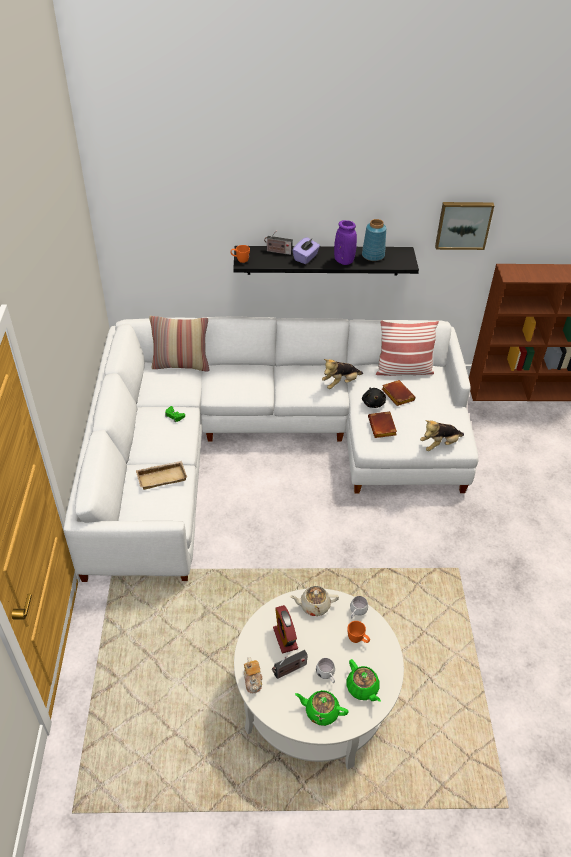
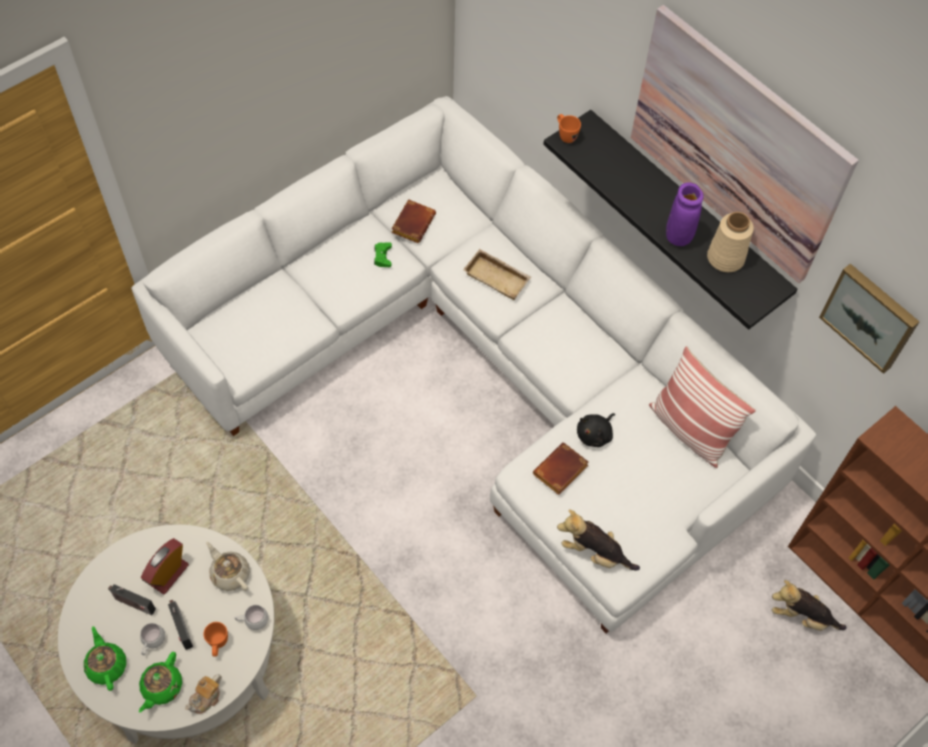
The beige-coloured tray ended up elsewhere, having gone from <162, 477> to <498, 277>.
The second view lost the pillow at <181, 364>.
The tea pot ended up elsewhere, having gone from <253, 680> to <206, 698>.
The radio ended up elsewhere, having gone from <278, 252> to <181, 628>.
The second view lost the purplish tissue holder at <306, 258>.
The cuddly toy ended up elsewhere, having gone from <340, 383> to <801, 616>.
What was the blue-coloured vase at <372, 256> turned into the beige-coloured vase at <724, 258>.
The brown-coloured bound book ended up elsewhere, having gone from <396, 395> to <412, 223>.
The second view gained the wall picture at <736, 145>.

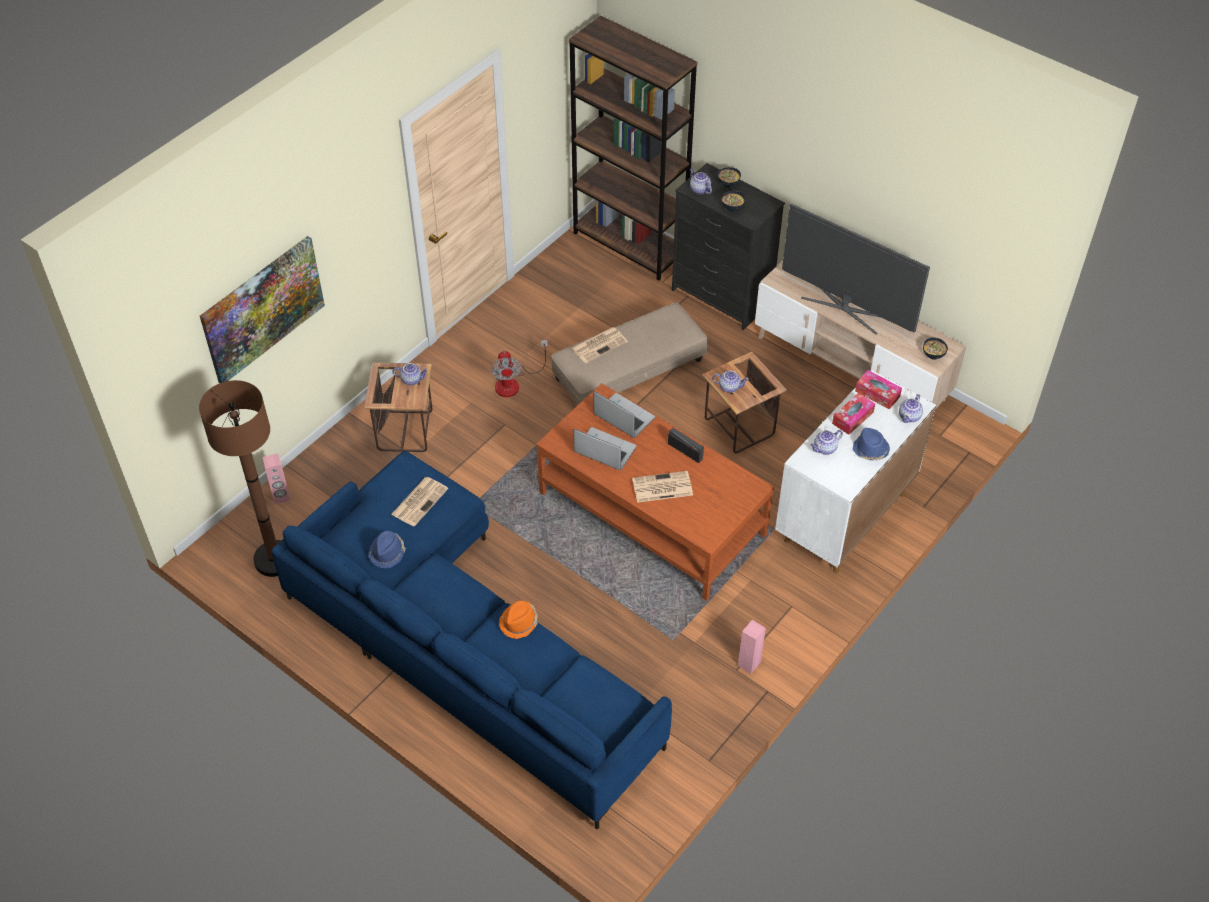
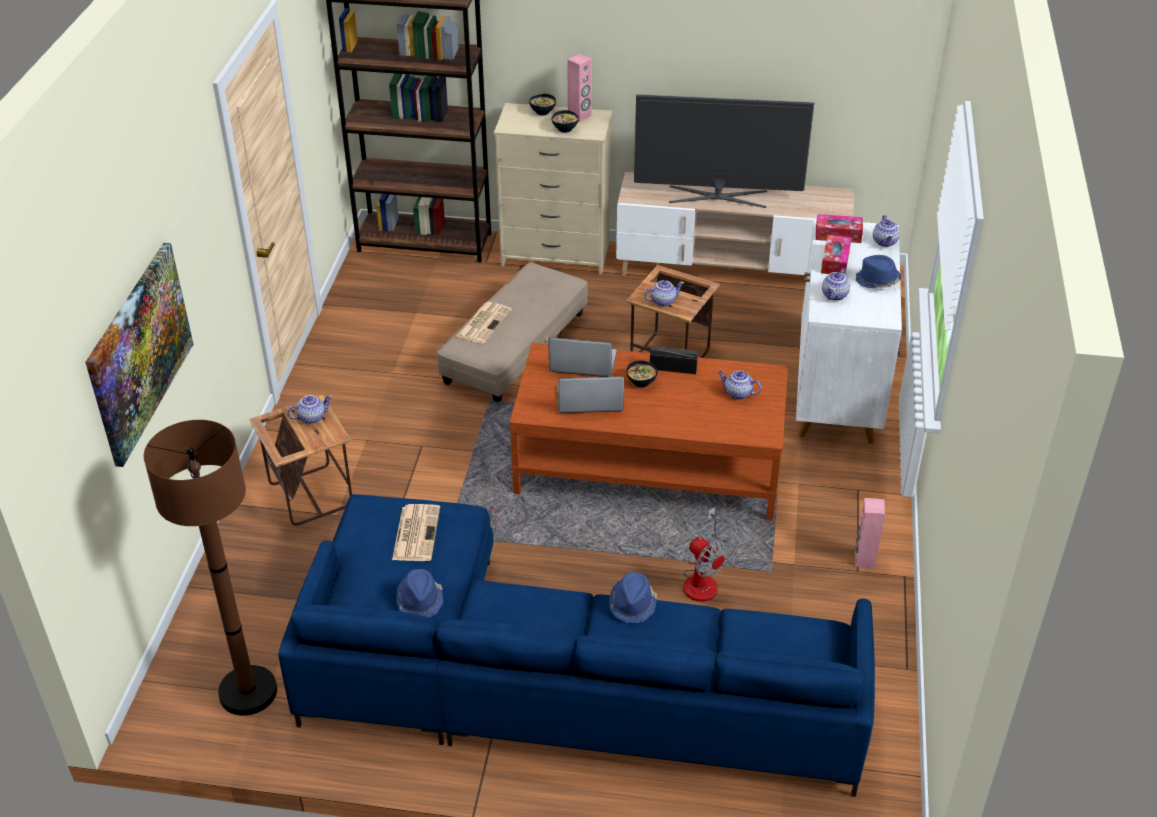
The pink-coloured loudspeaker ended up elsewhere, having gone from <281, 497> to <579, 116>.
The cooling fan ended up elsewhere, having gone from <514, 382> to <702, 579>.
What was the orangey hat at <519, 622> turned into the blue-coloured hat at <633, 603>.
The second view lost the newspaper at <661, 487>.
What was the black-coloured drawer chest at <721, 296> turned into the beige-coloured drawer chest at <555, 254>.
The tea pot ended up elsewhere, having gone from <699, 189> to <737, 393>.
The bowl ended up elsewhere, having gone from <933, 354> to <641, 382>.

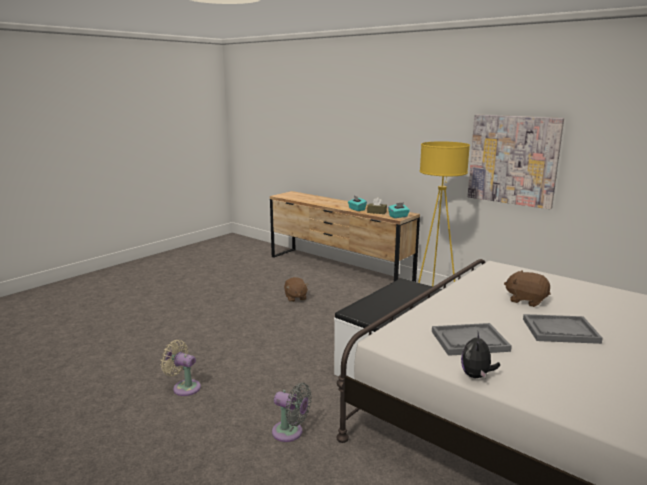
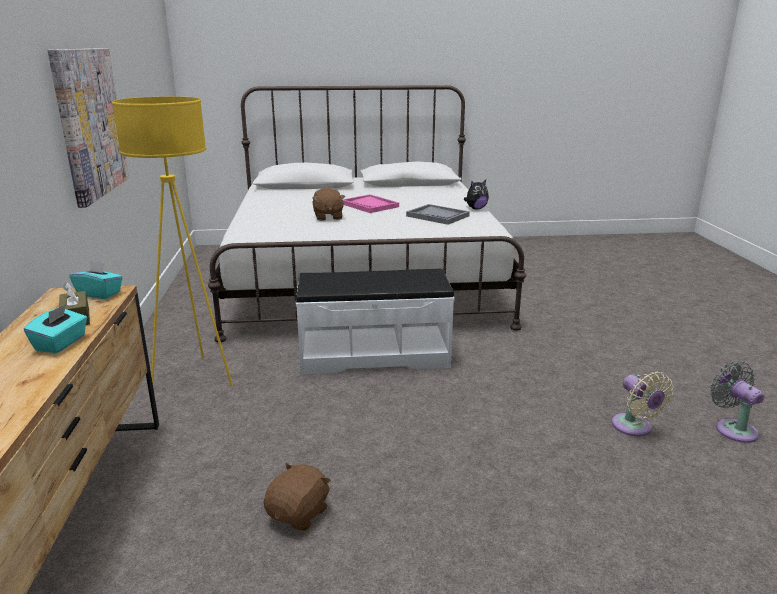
The gray cooling fan ended up elsewhere, having gone from <290, 433> to <733, 429>.
What was the gray tray at <560, 331> turned into the pink-coloured tray at <370, 205>.

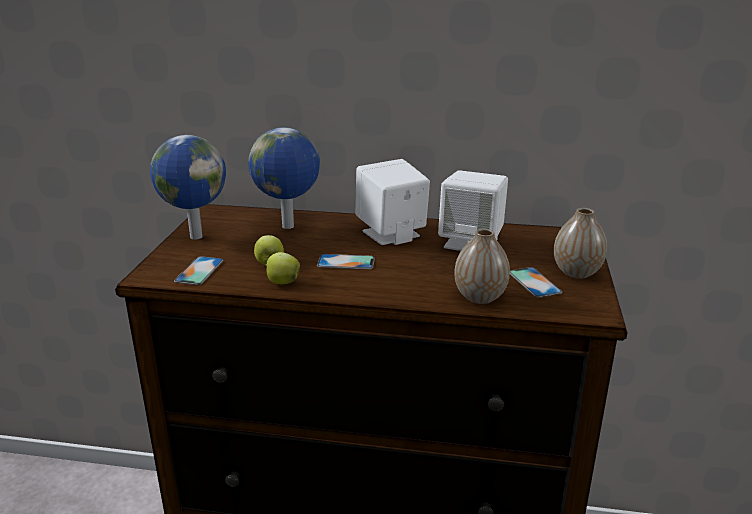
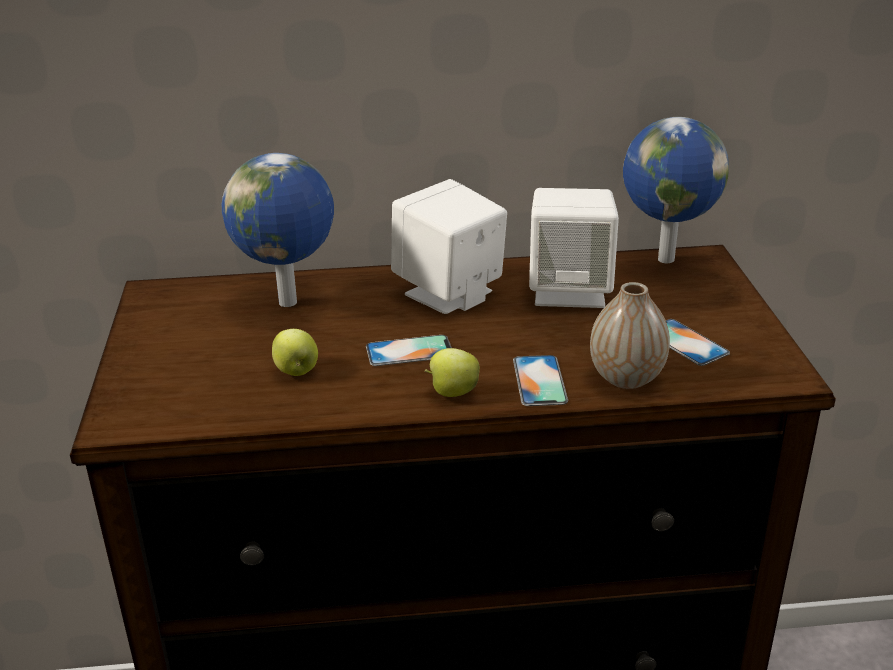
The globe ended up elsewhere, having gone from <195, 236> to <664, 259>.
The phone ended up elsewhere, having gone from <199, 271> to <539, 381>.
The apple fruit ended up elsewhere, having gone from <282, 282> to <452, 392>.
The second view lost the vase at <576, 272>.

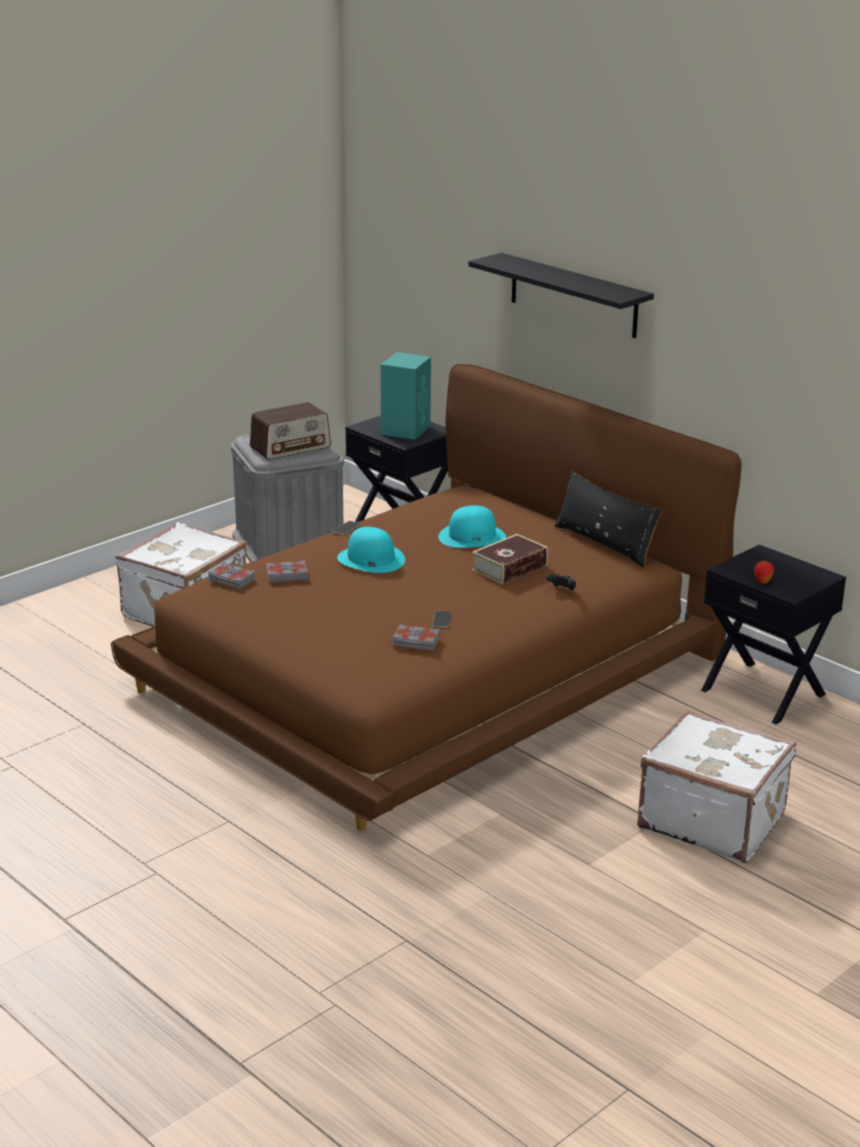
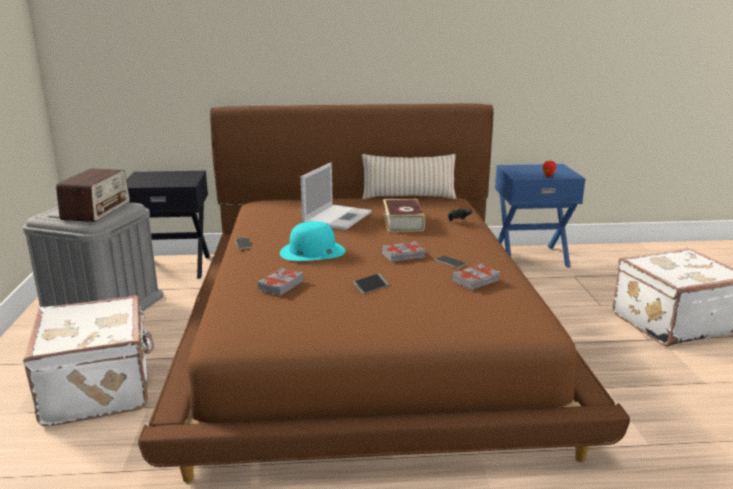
The gray bound book ended up elsewhere, having gone from <231, 580> to <403, 255>.
The second view lost the turquoise-coloured loudspeaker at <406, 429>.
Where the turquoise-coloured hat stood at <472, 536>, the notebook computer came to stand at <338, 217>.
The second view lost the black-coloured shelf at <573, 295>.
What was the black-coloured pillow at <604, 544> turned into the beige-coloured pillow at <408, 197>.
What was the black-coloured night table at <764, 691> turned into the blue-coloured night table at <530, 257>.
The second view gained the phone at <371, 287>.

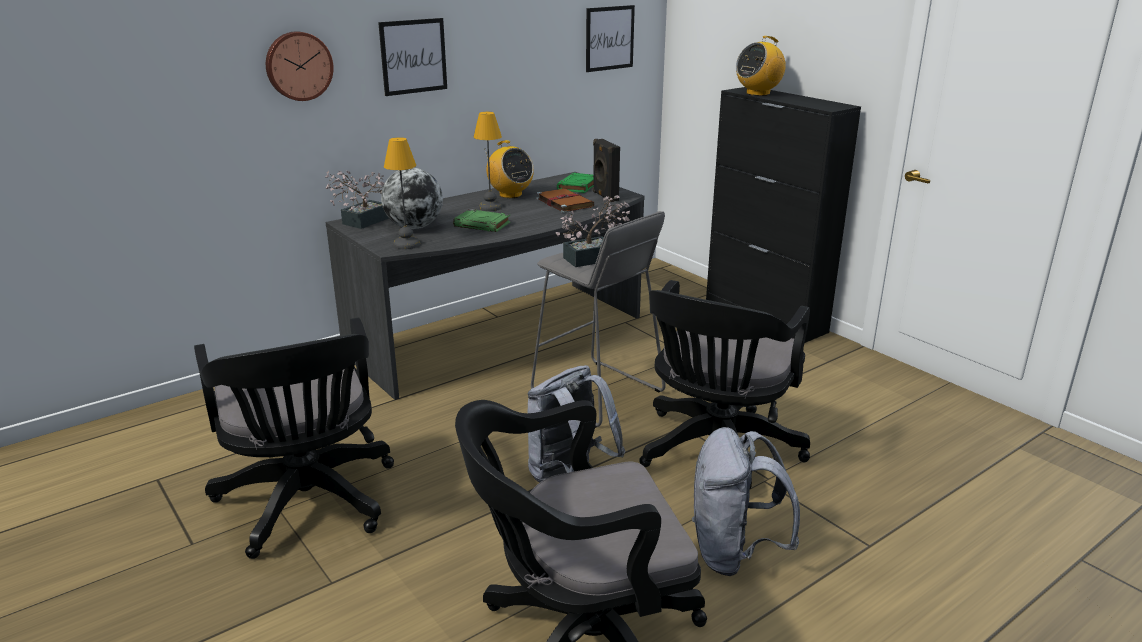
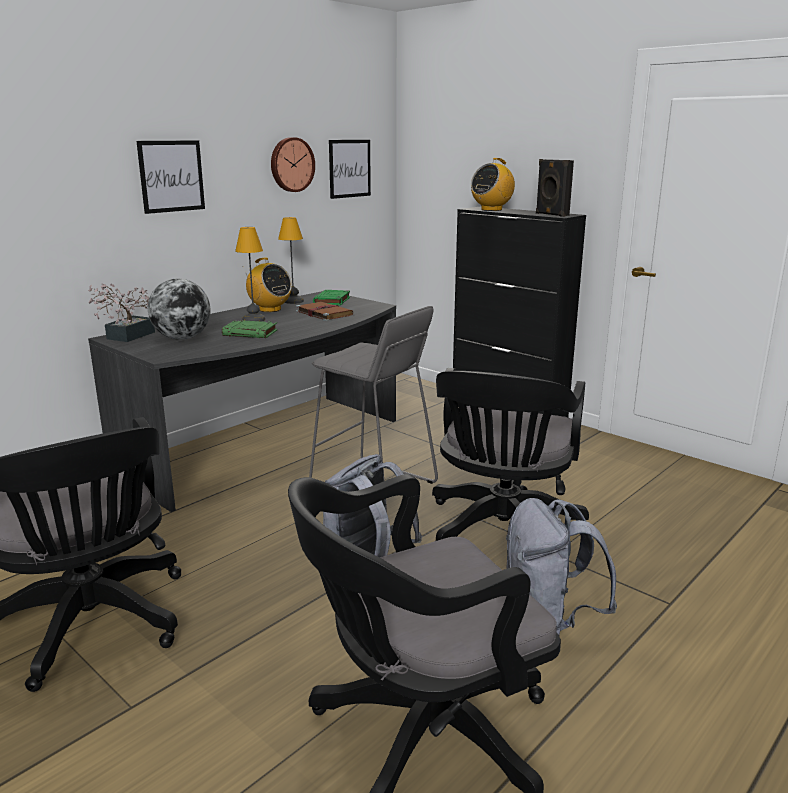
The wall clock ended up elsewhere, having gone from <298, 66> to <291, 164>.
The tabletop lamp ended up elsewhere, having gone from <406, 244> to <293, 301>.
The second view lost the potted plant at <594, 258>.
The black-coloured loudspeaker ended up elsewhere, having gone from <604, 196> to <551, 214>.

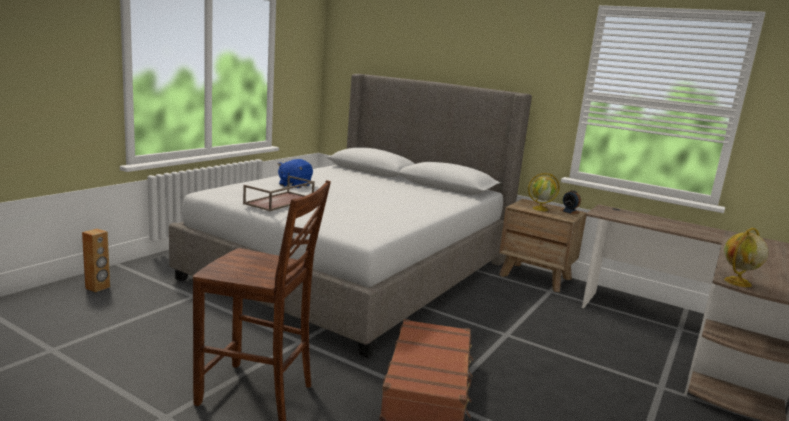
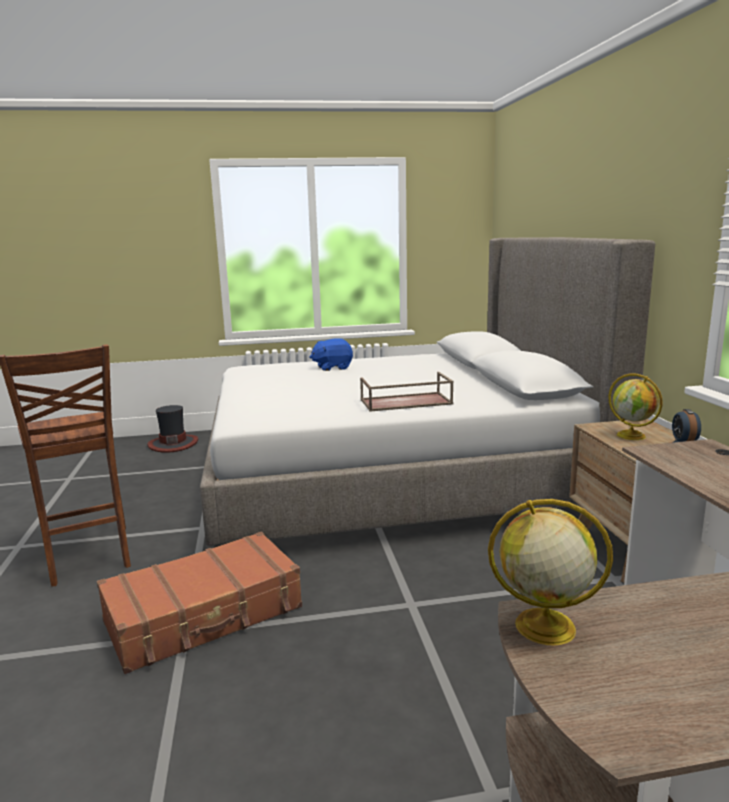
Where the brown-coloured loudspeaker stood at <98, 288>, the hat came to stand at <173, 444>.
The brown-coloured tray ended up elsewhere, having gone from <279, 201> to <405, 402>.

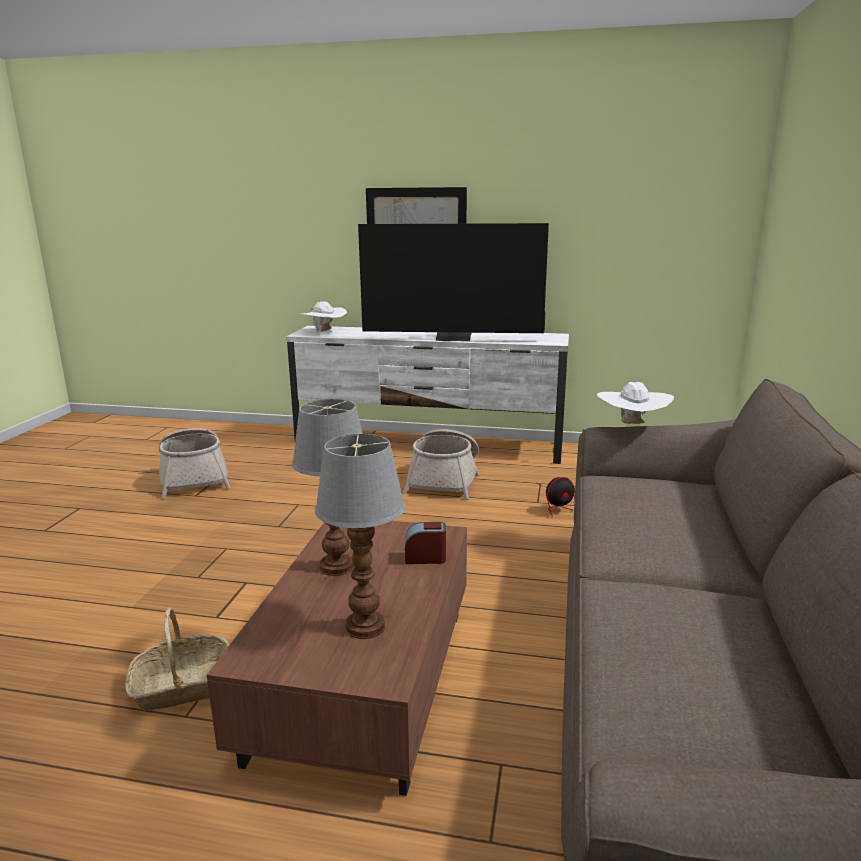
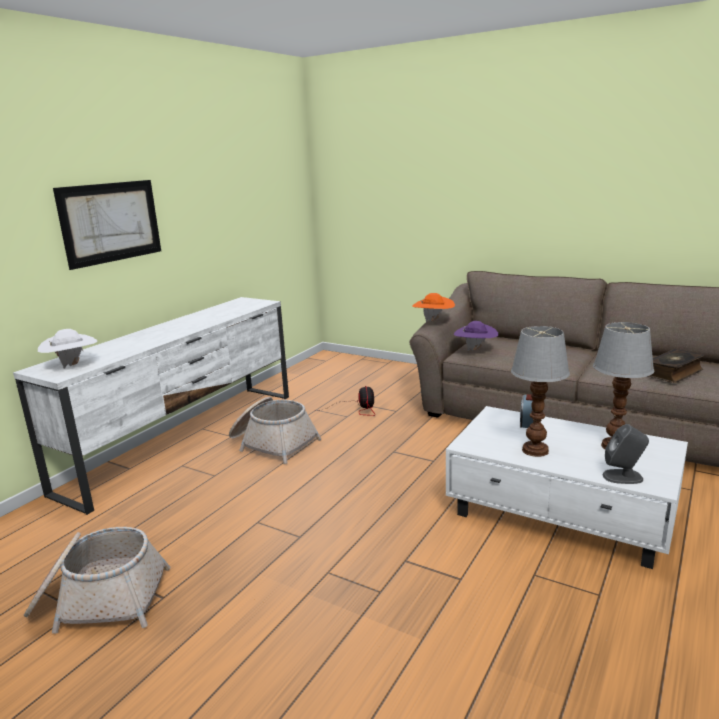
The second view lost the household basket at <183, 686>.
What was the brown-coloured low table at <362, 682> turned into the white-coloured low table at <562, 512>.
The second view lost the television at <453, 338>.
What was the white-coloured hat at <632, 425> turned into the orangey hat at <433, 321>.
The second view gained the purplish hat at <475, 350>.
The second view gained the gray loudspeaker at <623, 477>.
The second view gained the bound book at <673, 372>.

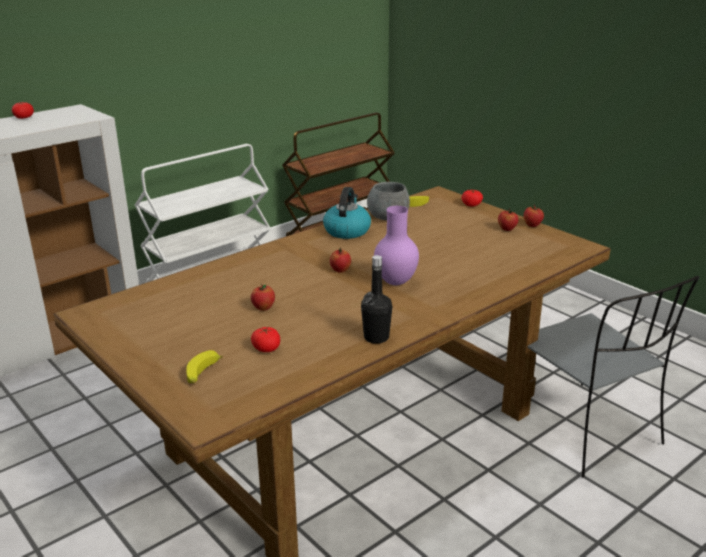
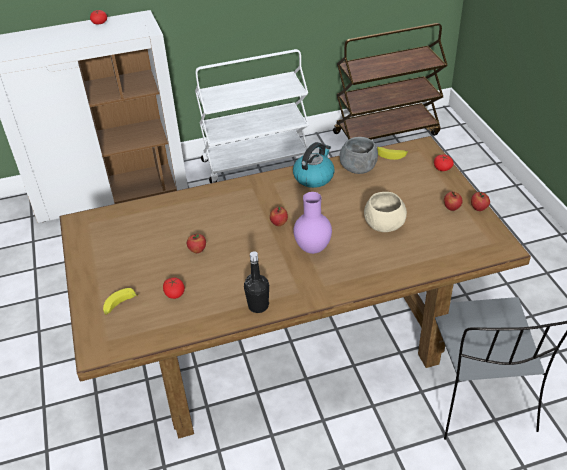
The second view gained the beige-coloured bowl at <383, 225>.

